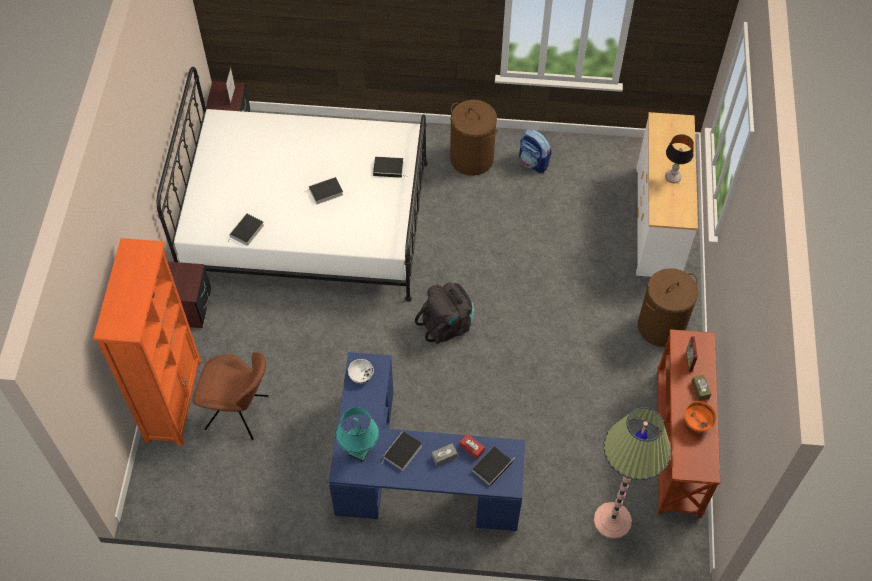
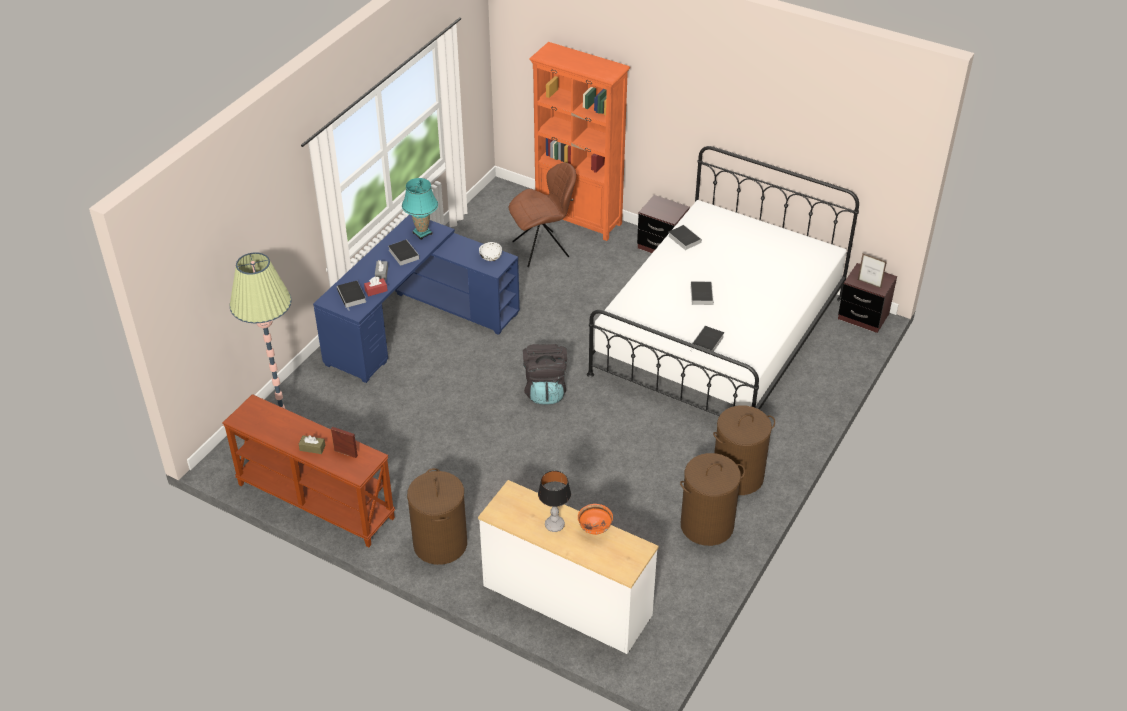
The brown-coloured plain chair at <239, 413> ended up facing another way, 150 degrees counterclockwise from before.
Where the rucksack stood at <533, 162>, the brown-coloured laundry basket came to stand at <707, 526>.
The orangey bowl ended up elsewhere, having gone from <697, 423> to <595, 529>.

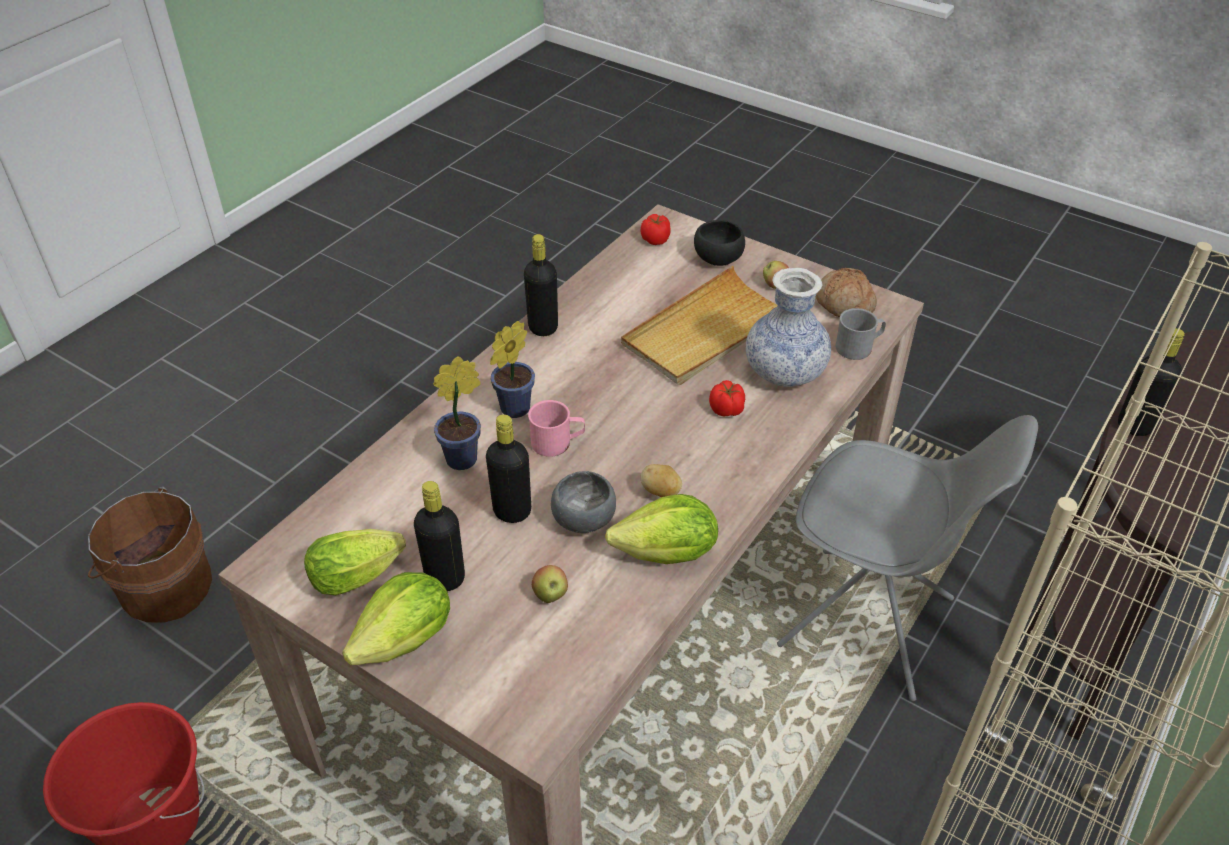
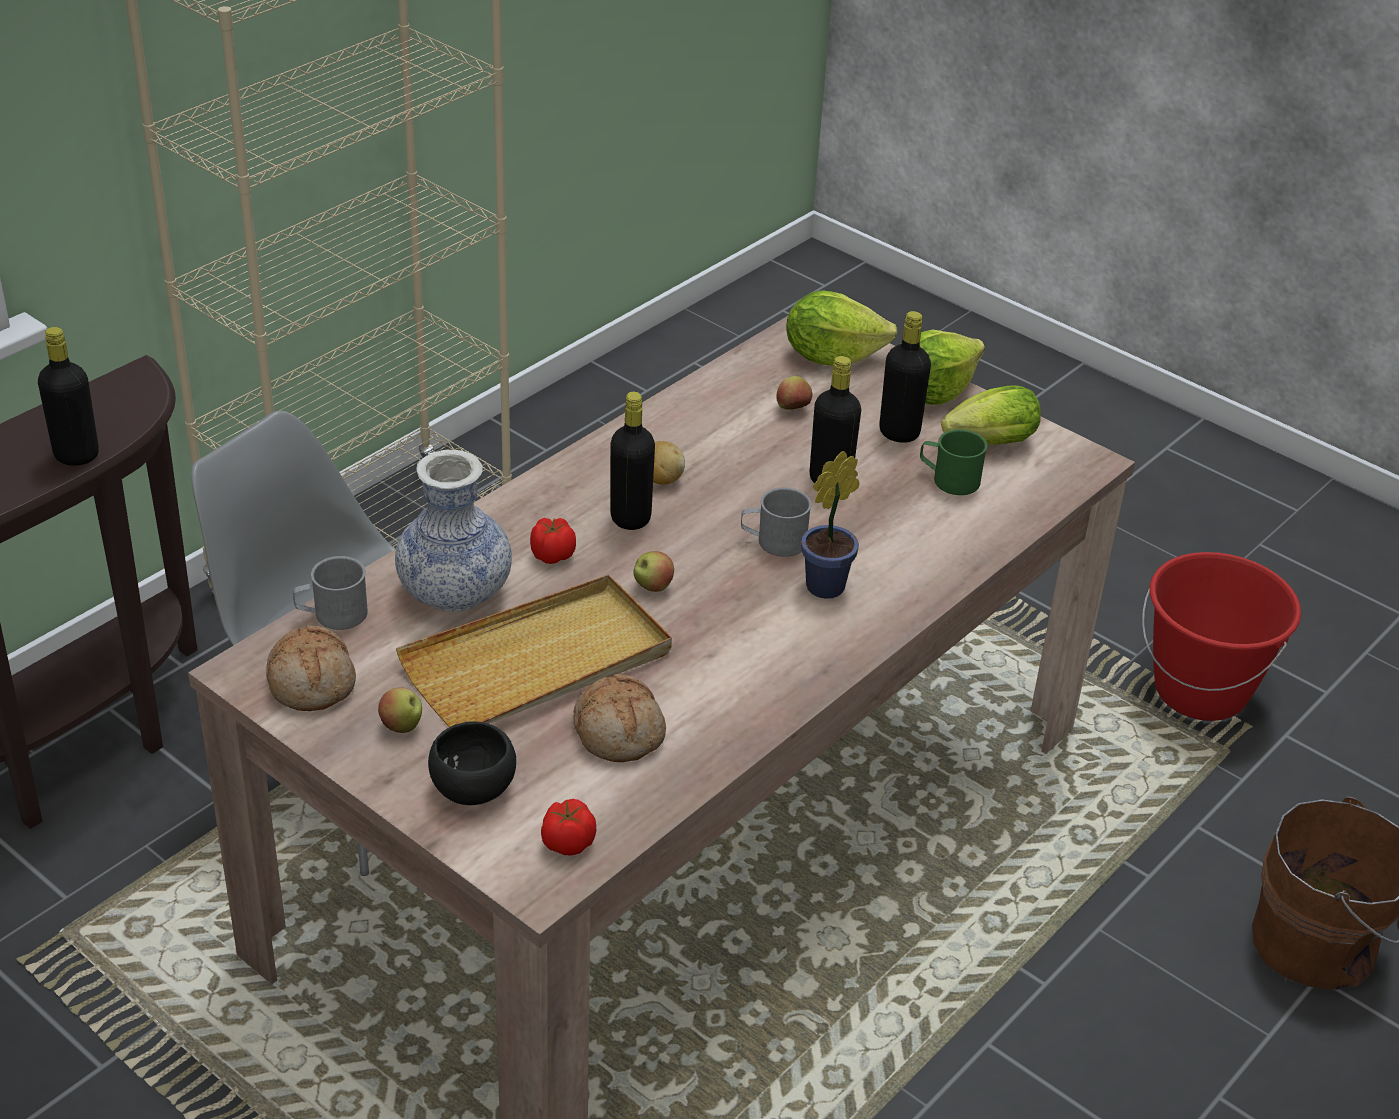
The second view lost the potted plant at <465, 458>.
The black-coloured drink bottle ended up elsewhere, having gone from <543, 327> to <630, 518>.
What was the pink-coloured mug at <557, 442> turned into the gray mug at <773, 541>.
The second view lost the gray bowl at <585, 520>.
The head of lettuce ended up elsewhere, having gone from <667, 554> to <831, 356>.
The second view gained the baked bread at <620, 732>.
The second view gained the apple fruit at <653, 587>.
The second view gained the green mug at <949, 479>.

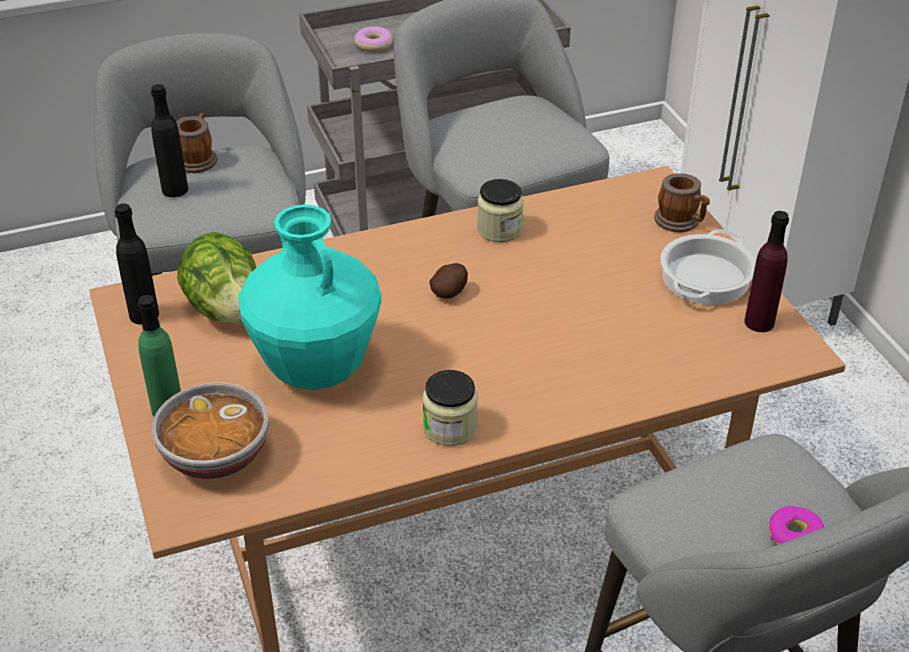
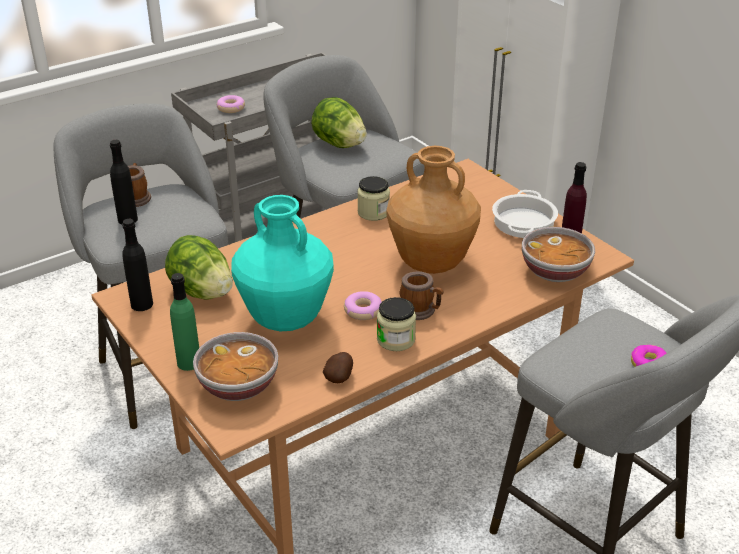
The spud ended up elsewhere, having gone from <450, 292> to <340, 377>.
The mug ended up elsewhere, having gone from <681, 222> to <420, 310>.
The second view gained the head of lettuce at <339, 144>.
The second view gained the donut at <363, 310>.
The second view gained the brown-coloured vase at <432, 264>.
The second view gained the bowl at <555, 272>.

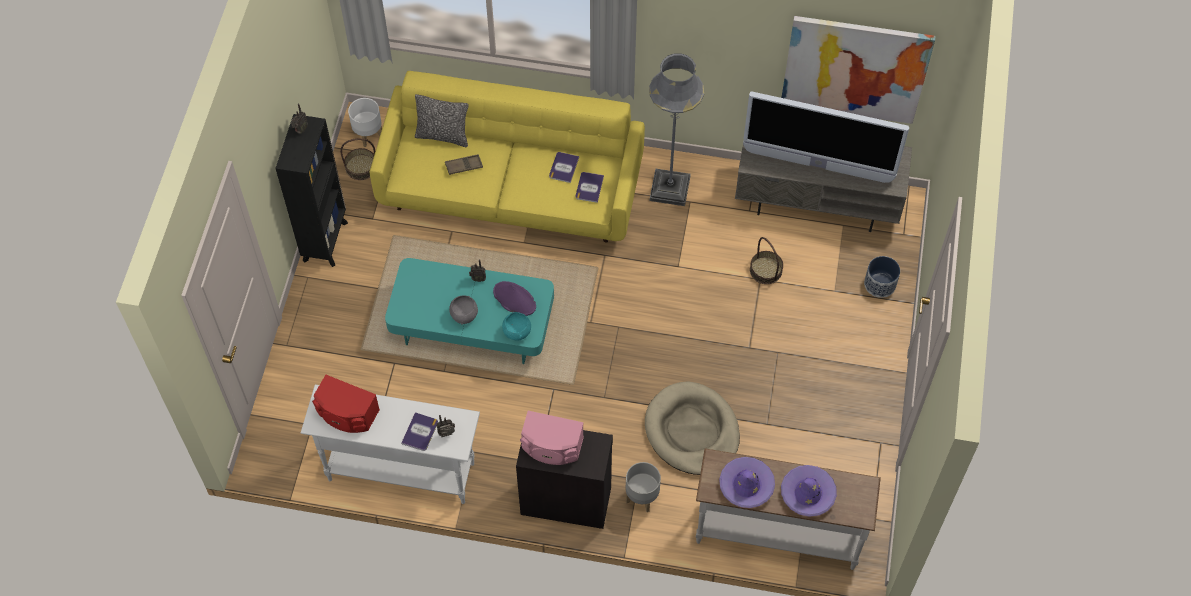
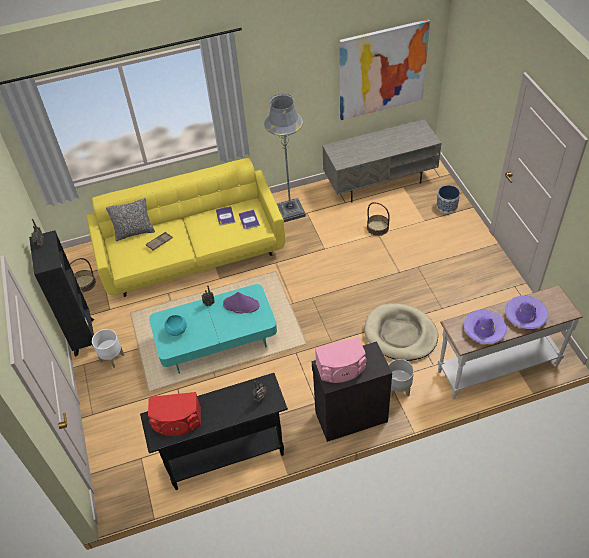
What was the white-coloured console table at <401, 471> turned into the black-coloured console table at <225, 456>.
The white-coloured plant pot ended up elsewhere, having gone from <368, 134> to <112, 357>.
The second view lost the bound book at <420, 432>.
The second view lost the gray bowl at <464, 315>.
The turquoise-coloured bowl ended up elsewhere, having gone from <517, 332> to <177, 330>.
The second view lost the television at <817, 165>.

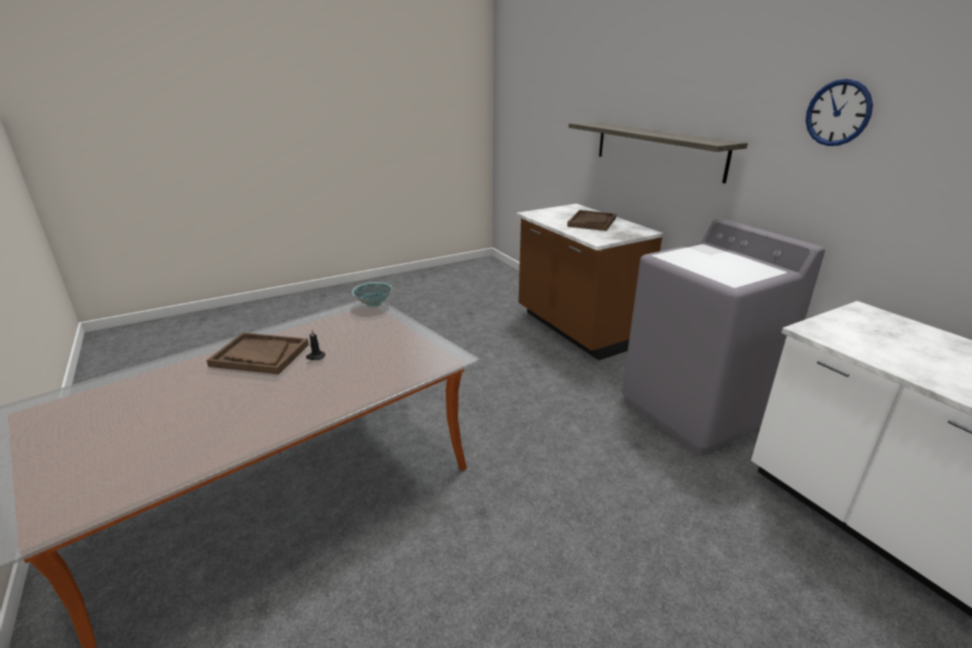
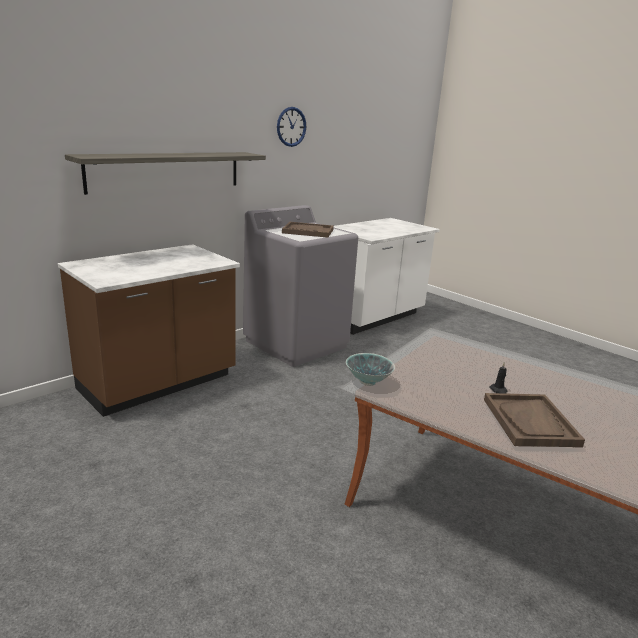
The brown-coloured tray ended up elsewhere, having gone from <592, 222> to <308, 231>.

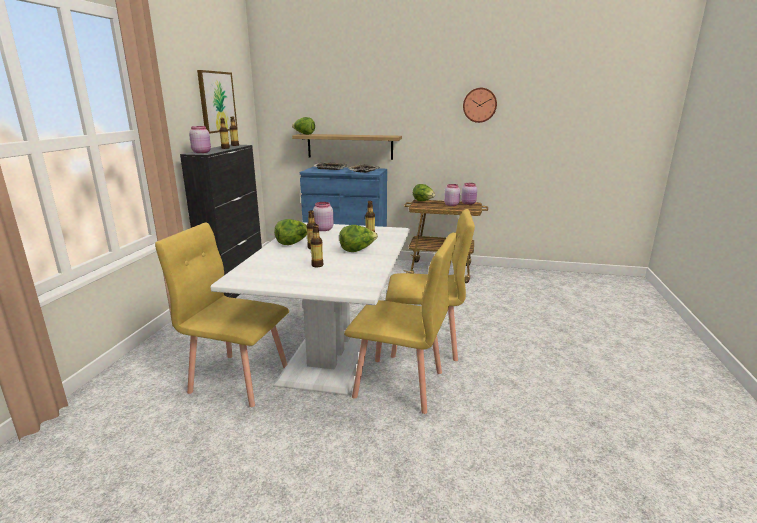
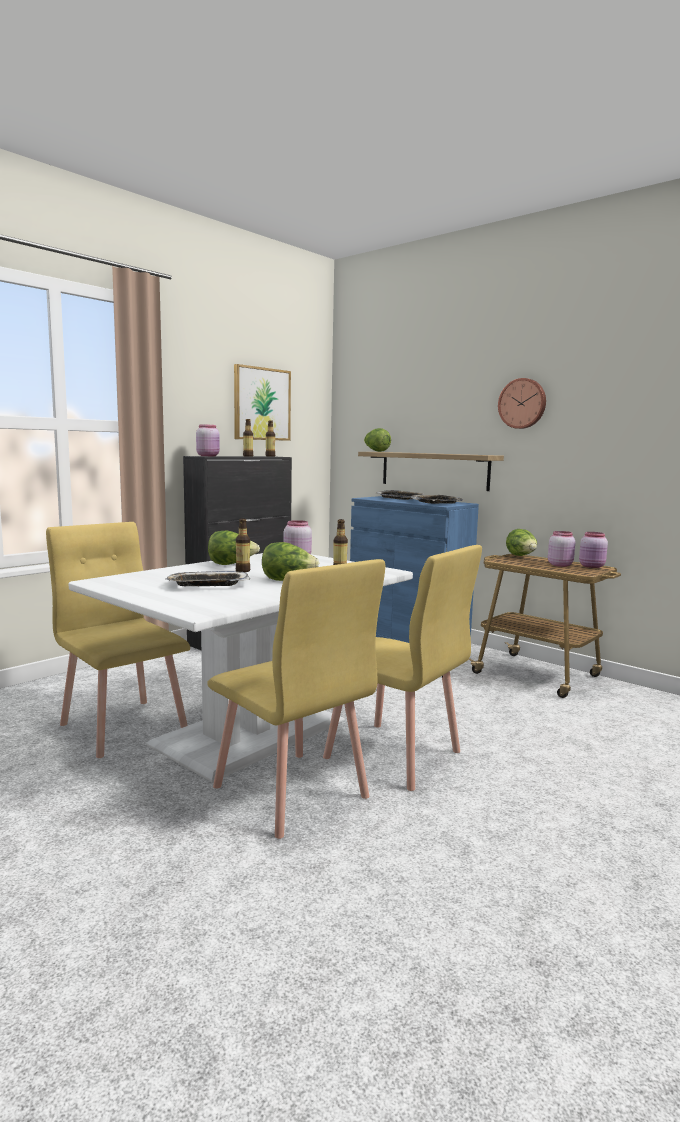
Where the drink bottle stood at <317, 265>, the tray came to stand at <207, 584>.
The wall clock ended up elsewhere, having gone from <479, 105> to <522, 403>.

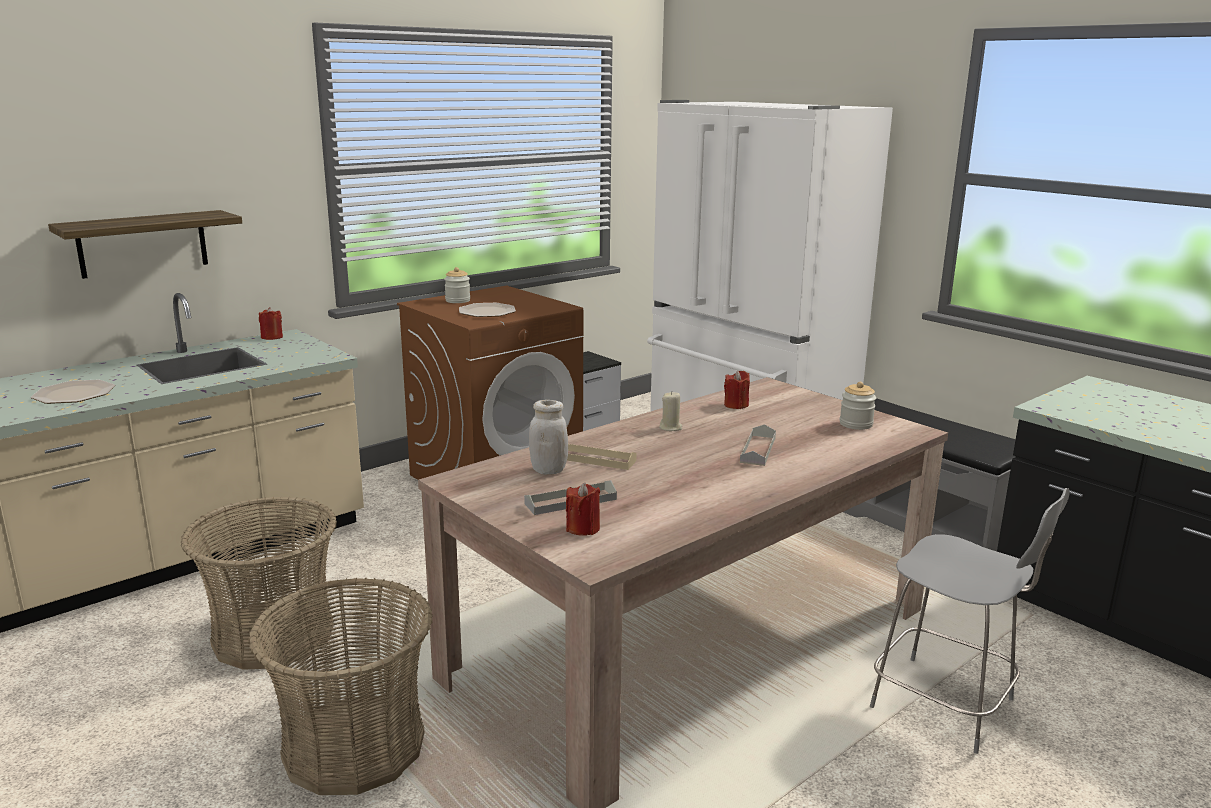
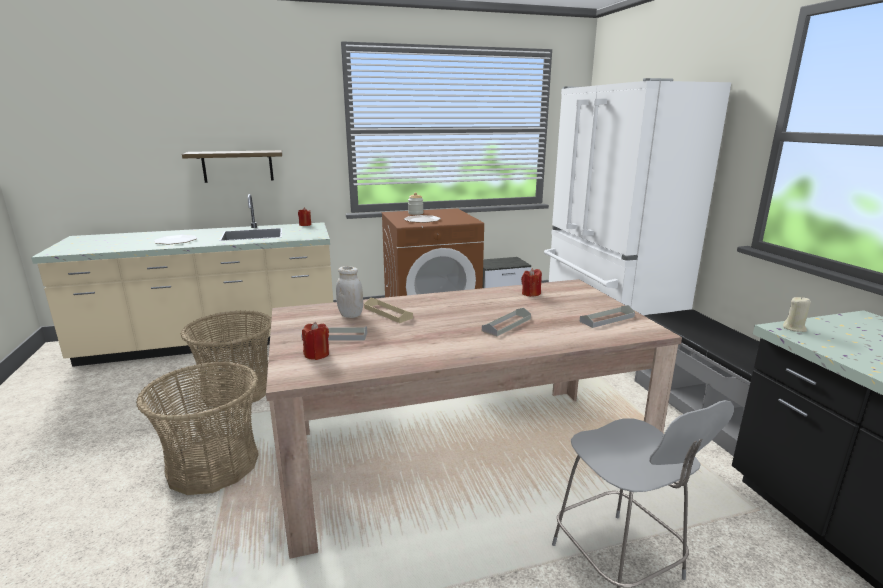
The beige-coloured candle ended up elsewhere, having gone from <670, 428> to <794, 328>.
Where the preserve jar stood at <856, 424>, the gray tray came to stand at <607, 319>.

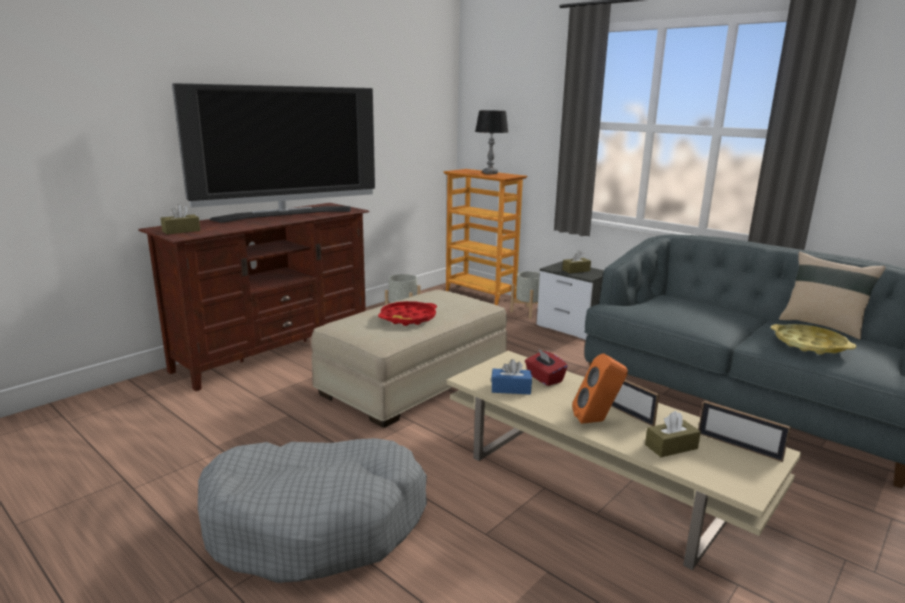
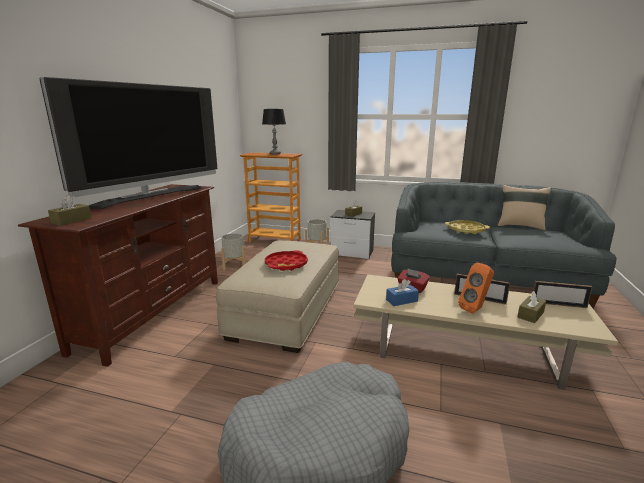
The yellowish tray ended up elsewhere, having gone from <809, 344> to <466, 230>.

